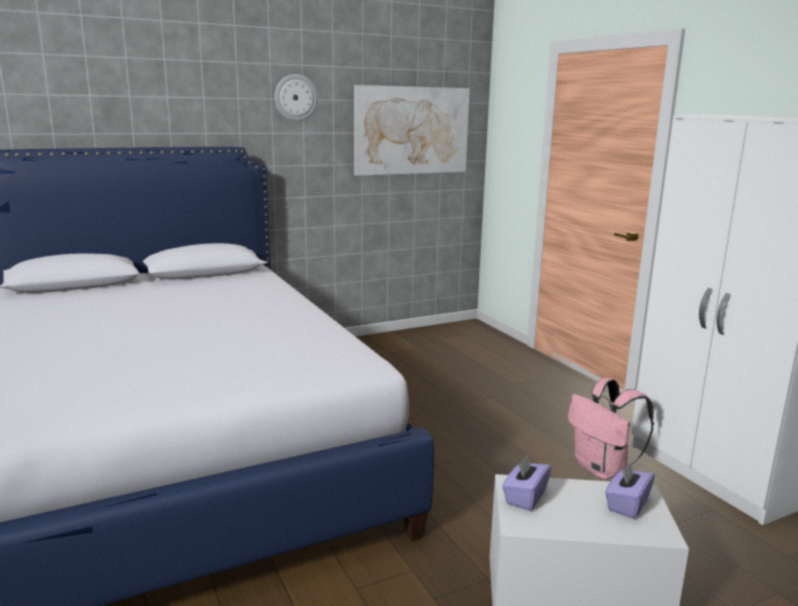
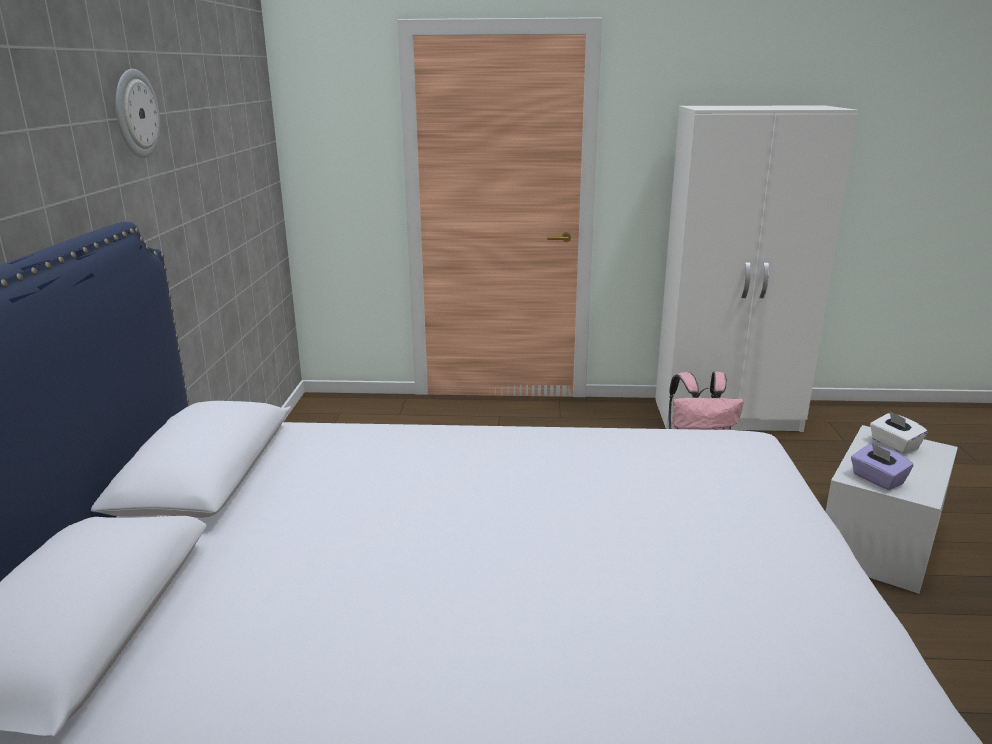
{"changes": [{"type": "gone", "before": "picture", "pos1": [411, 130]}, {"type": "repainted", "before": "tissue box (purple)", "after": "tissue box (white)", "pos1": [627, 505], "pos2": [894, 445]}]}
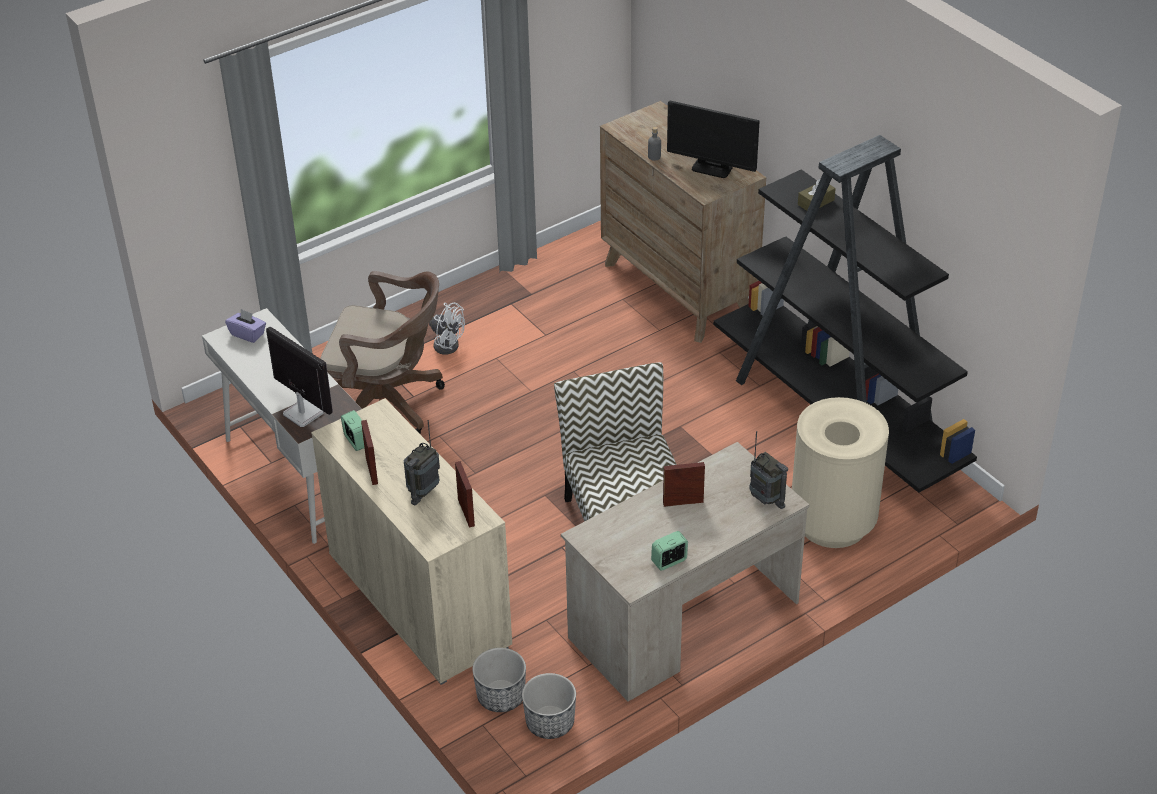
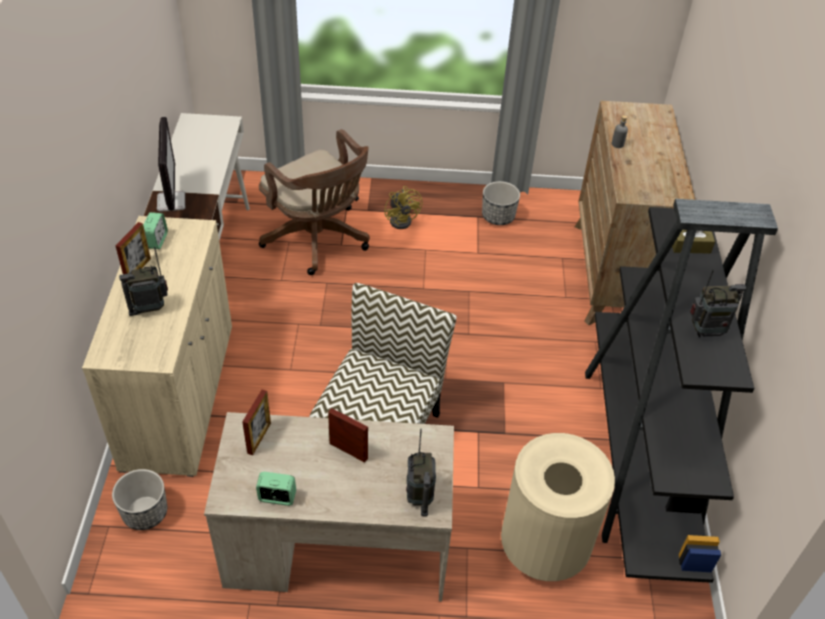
{"changes": [{"type": "gone", "before": "monitor", "pos1": [712, 168]}, {"type": "repainted", "before": "fan (white)", "after": "fan (yellow)", "pos1": [445, 343], "pos2": [403, 219]}, {"type": "gone", "before": "tissue box (purple)", "pos1": [248, 334]}, {"type": "shifted", "before": "picture frame", "pos1": [466, 512], "pos2": [259, 438]}, {"type": "shifted", "before": "planter", "pos1": [549, 722], "pos2": [498, 216]}, {"type": "new", "after": "radio", "pos2": [706, 331]}]}
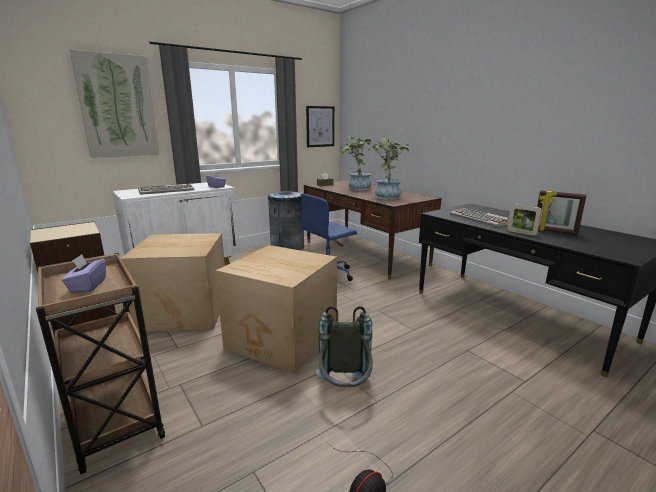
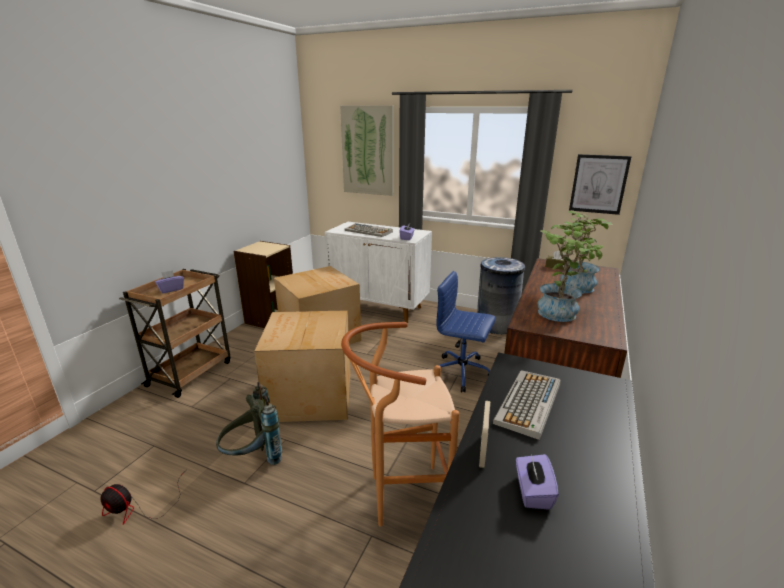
{"changes": [{"type": "swapped", "before": "picture frame", "after": "tissue box (purple)", "pos1": [555, 232], "pos2": [532, 492]}, {"type": "new", "after": "stool (brown)", "pos2": [400, 497]}]}
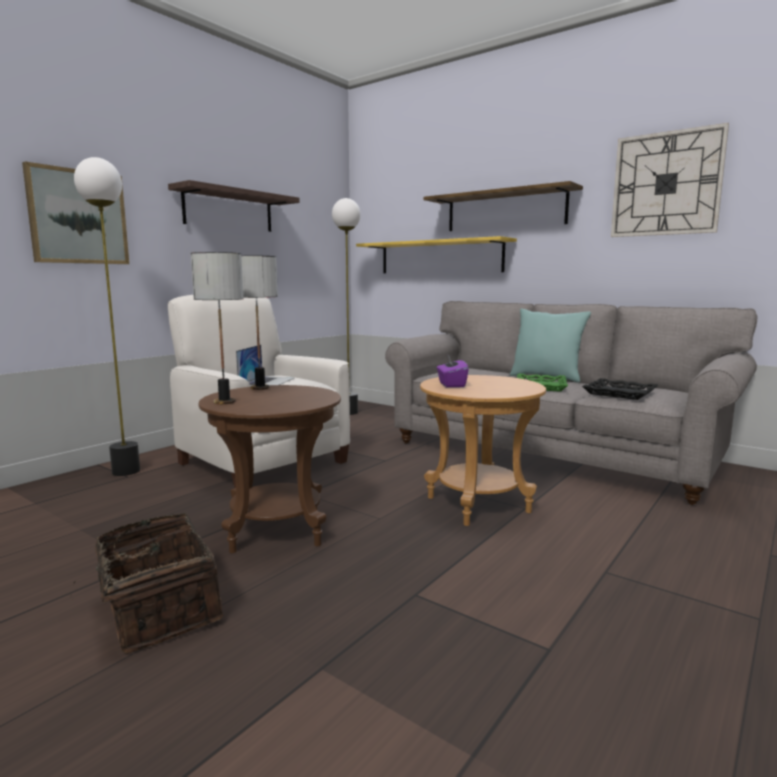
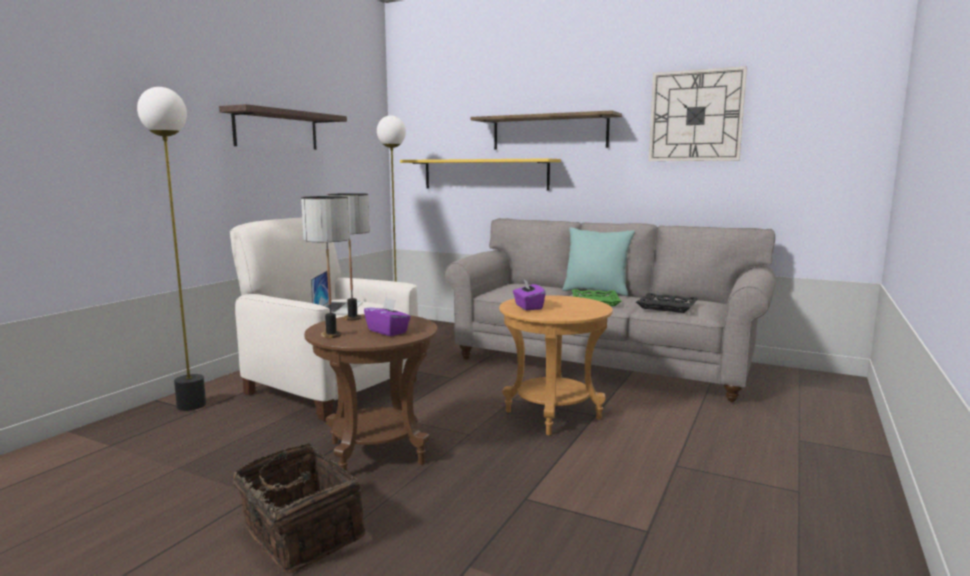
{"changes": [{"type": "gone", "before": "picture", "pos1": [78, 217]}, {"type": "new", "after": "tissue box (purple)", "pos2": [388, 331]}]}
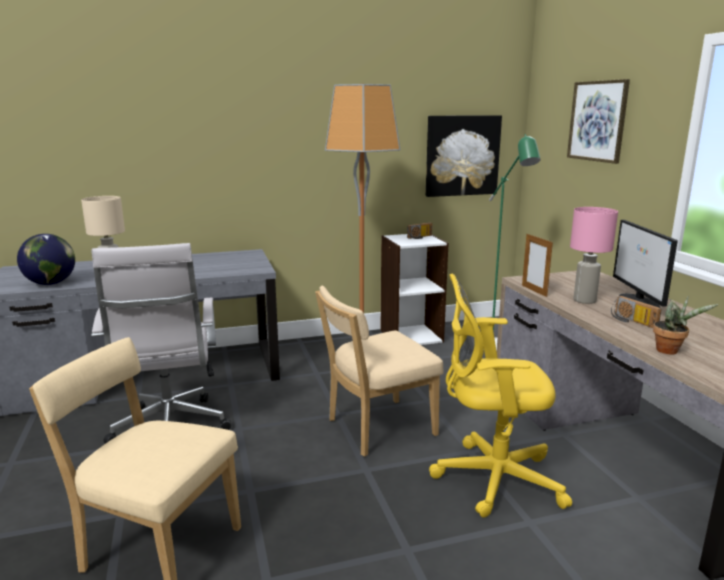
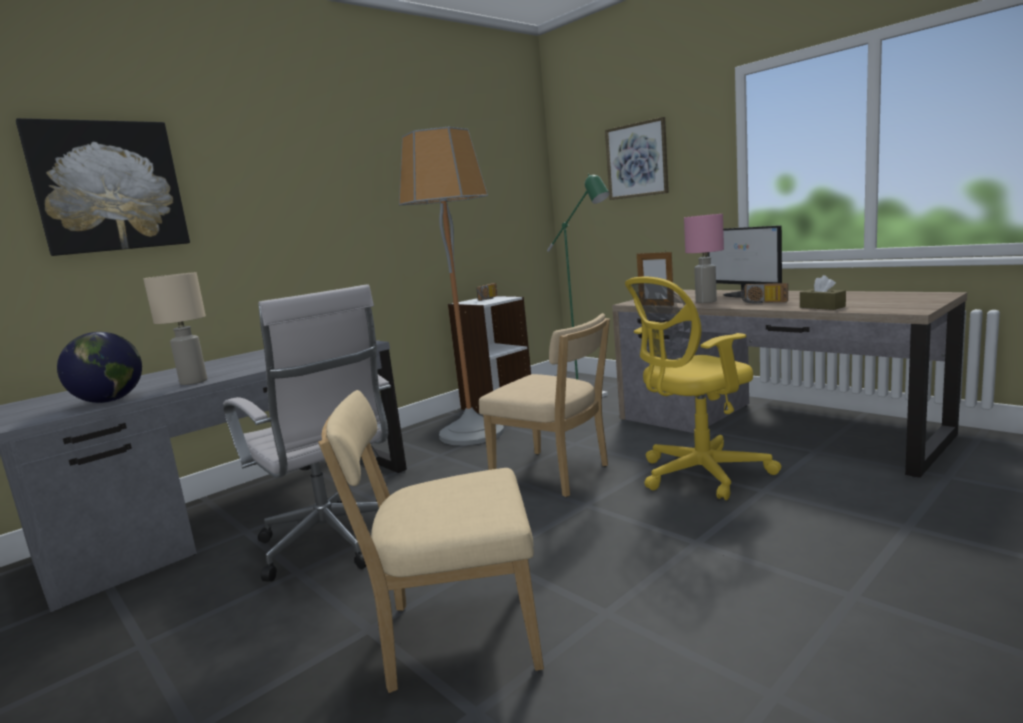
{"changes": [{"type": "shifted", "before": "picture", "pos1": [462, 155], "pos2": [108, 187]}, {"type": "rotated", "before": "chair (beige)", "pos1": [376, 428], "pos2": [555, 475], "turn": -90}, {"type": "swapped", "before": "potted plant", "after": "tissue box (brown)", "pos1": [670, 351], "pos2": [822, 307]}]}
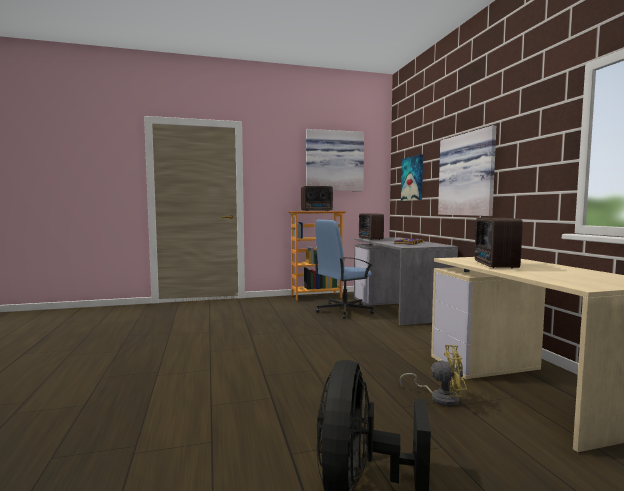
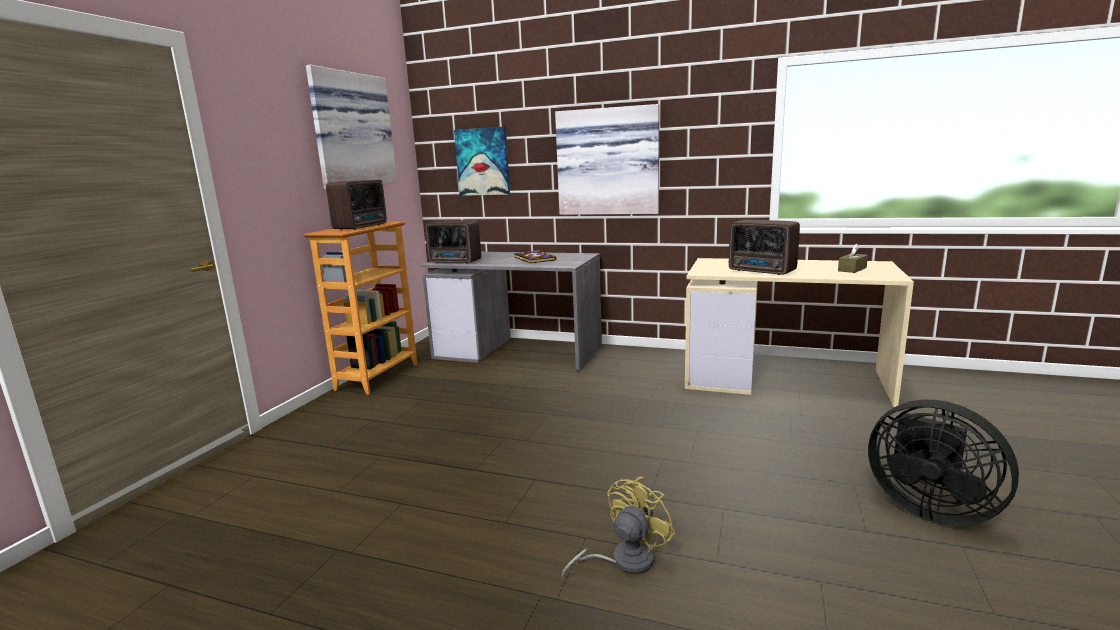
{"changes": [{"type": "gone", "before": "office chair (blue)", "pos1": [343, 311]}, {"type": "shifted", "before": "fan (yellow)", "pos1": [439, 397], "pos2": [623, 561]}, {"type": "new", "after": "tissue box (brown)", "pos2": [852, 269]}]}
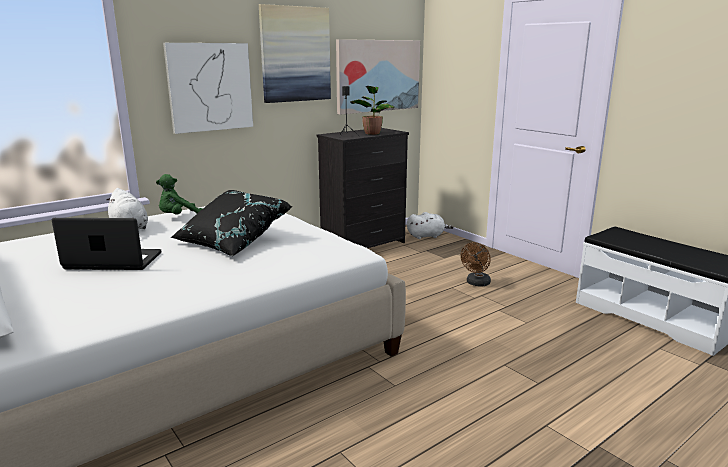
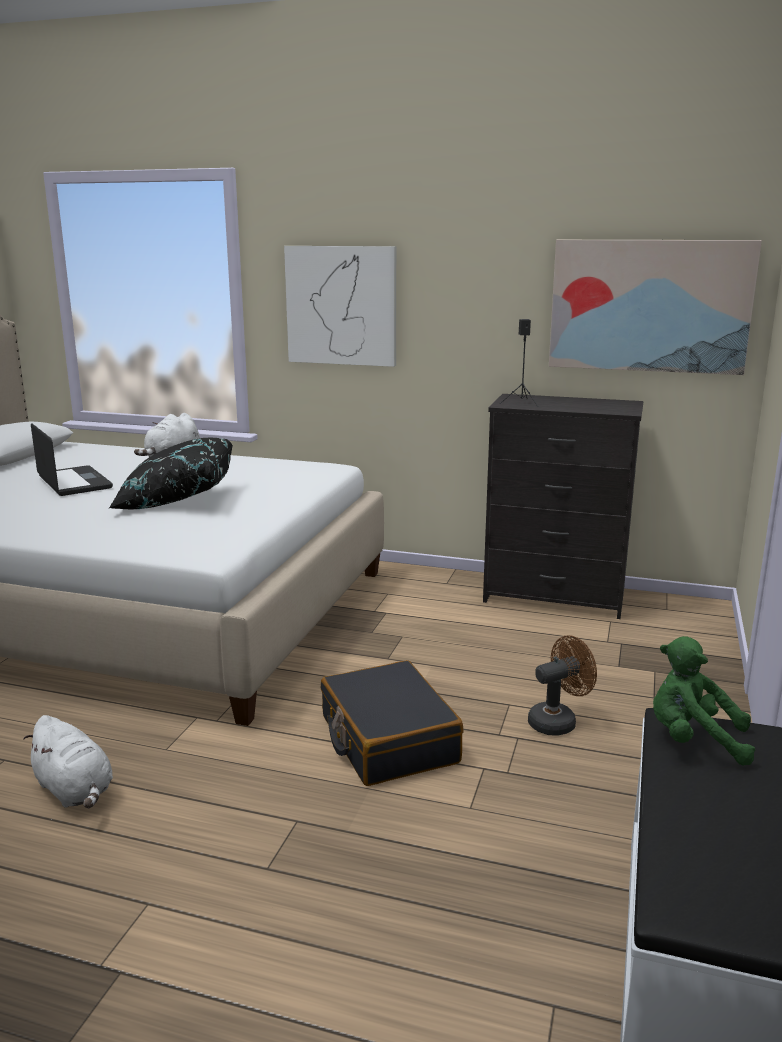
{"changes": [{"type": "gone", "before": "picture", "pos1": [295, 54]}, {"type": "gone", "before": "potted plant", "pos1": [372, 133]}, {"type": "shifted", "before": "plush toy (green)", "pos1": [179, 217], "pos2": [693, 740]}, {"type": "shifted", "before": "plush toy (white)", "pos1": [427, 236], "pos2": [75, 790]}, {"type": "rotated", "before": "fan (brown)", "pos1": [476, 283], "pos2": [558, 721], "turn": 150}, {"type": "new", "after": "suitcase (black)", "pos2": [387, 739]}]}
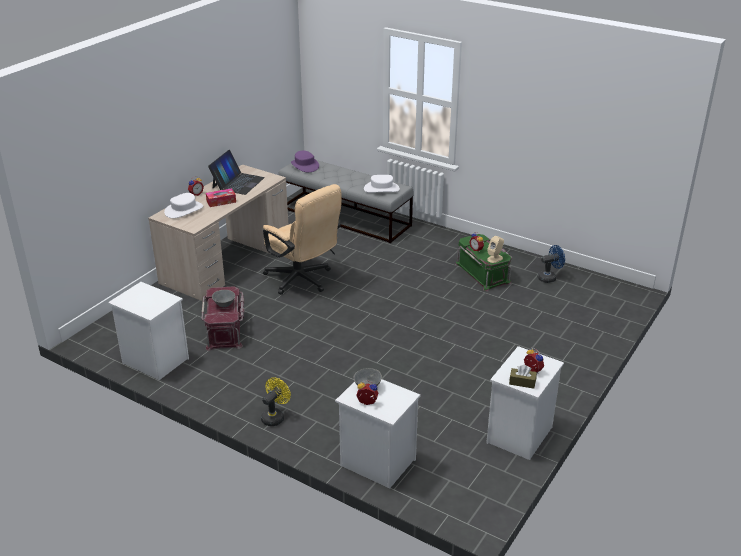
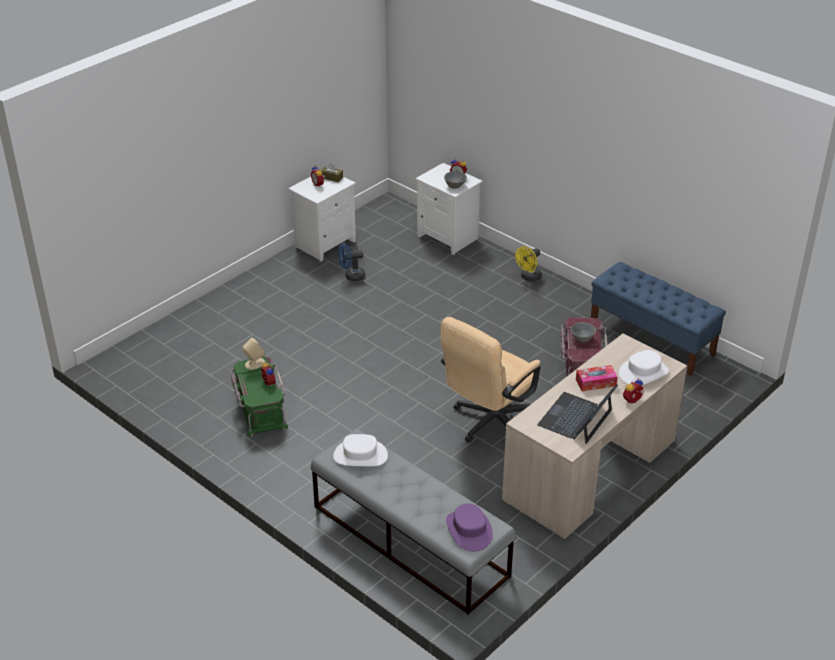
{"changes": [{"type": "rotated", "before": "office chair (beige)", "pos1": [302, 281], "pos2": [489, 423], "turn": -105}, {"type": "shifted", "before": "fan (blue)", "pos1": [549, 277], "pos2": [351, 276]}, {"type": "swapped", "before": "nightstand (white)", "after": "bench (blue)", "pos1": [153, 361], "pos2": [652, 339]}]}
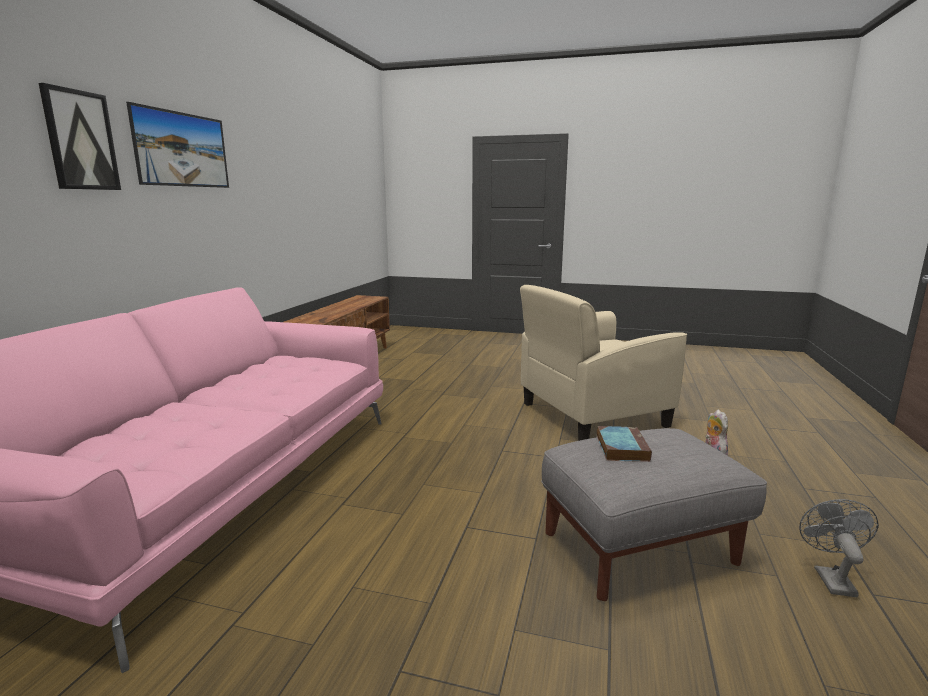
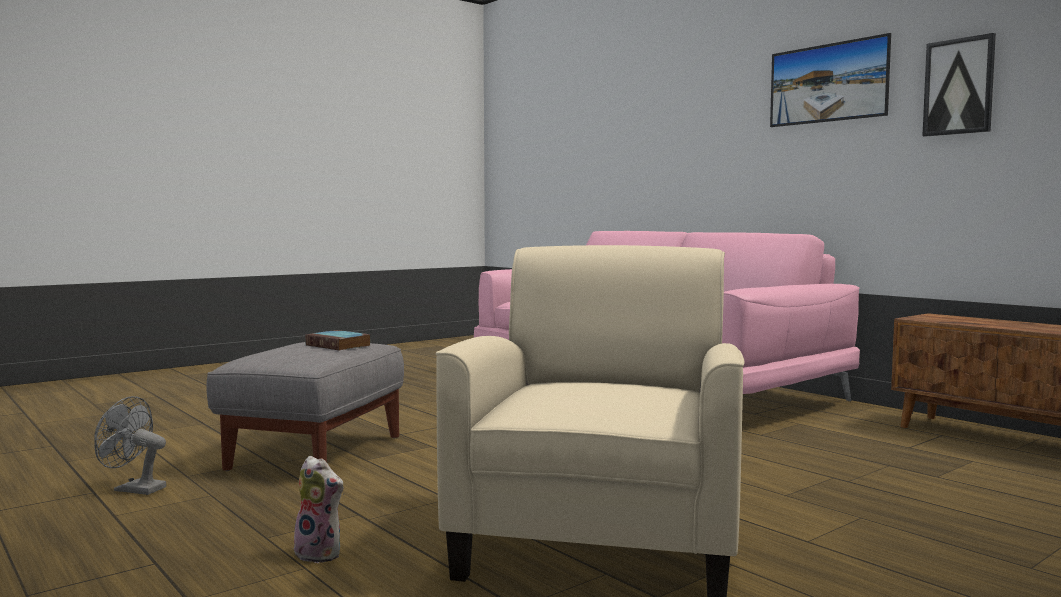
{"changes": [{"type": "shifted", "before": "picture", "pos1": [80, 140], "pos2": [959, 86]}, {"type": "rotated", "before": "fan (grey)", "pos1": [830, 578], "pos2": [133, 489], "turn": 150}]}
